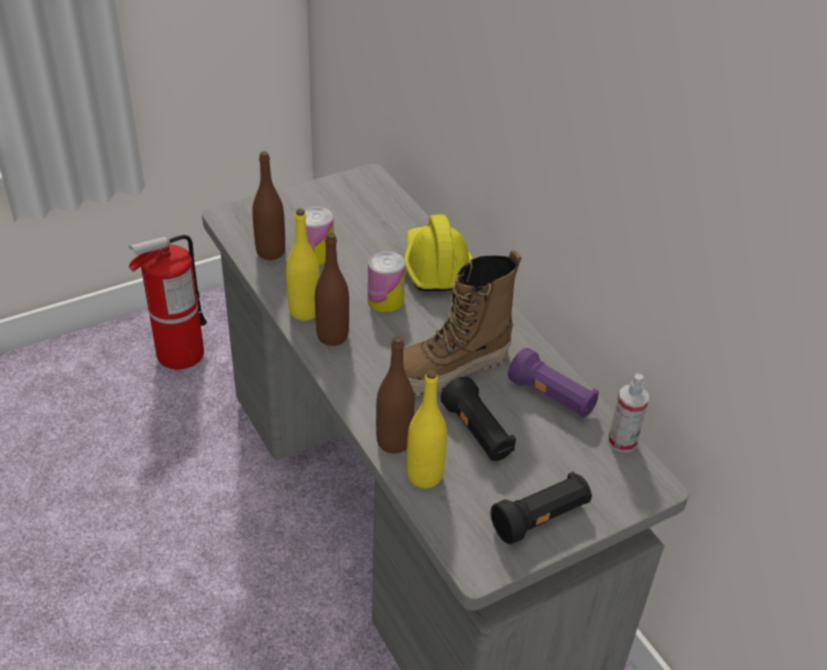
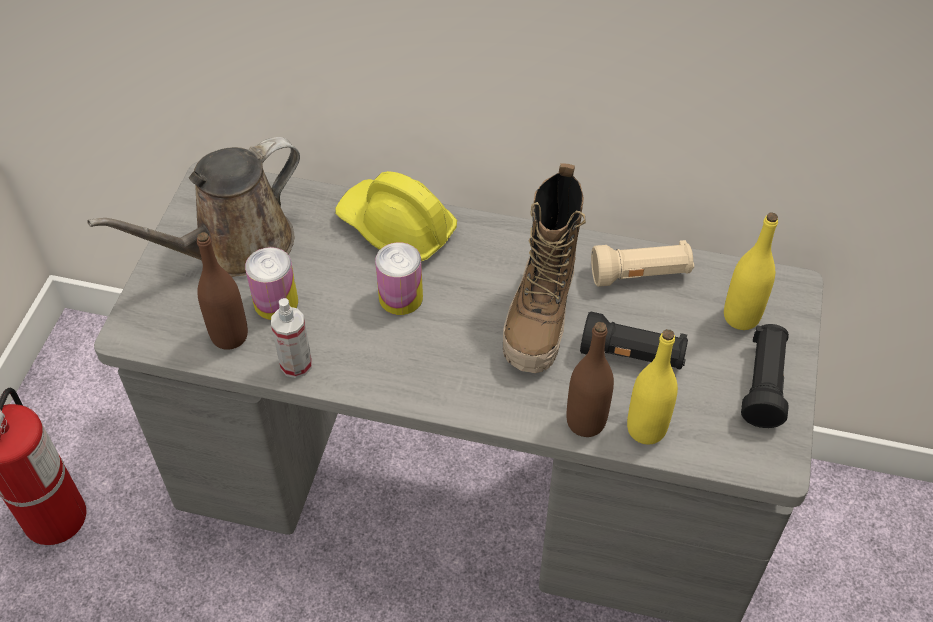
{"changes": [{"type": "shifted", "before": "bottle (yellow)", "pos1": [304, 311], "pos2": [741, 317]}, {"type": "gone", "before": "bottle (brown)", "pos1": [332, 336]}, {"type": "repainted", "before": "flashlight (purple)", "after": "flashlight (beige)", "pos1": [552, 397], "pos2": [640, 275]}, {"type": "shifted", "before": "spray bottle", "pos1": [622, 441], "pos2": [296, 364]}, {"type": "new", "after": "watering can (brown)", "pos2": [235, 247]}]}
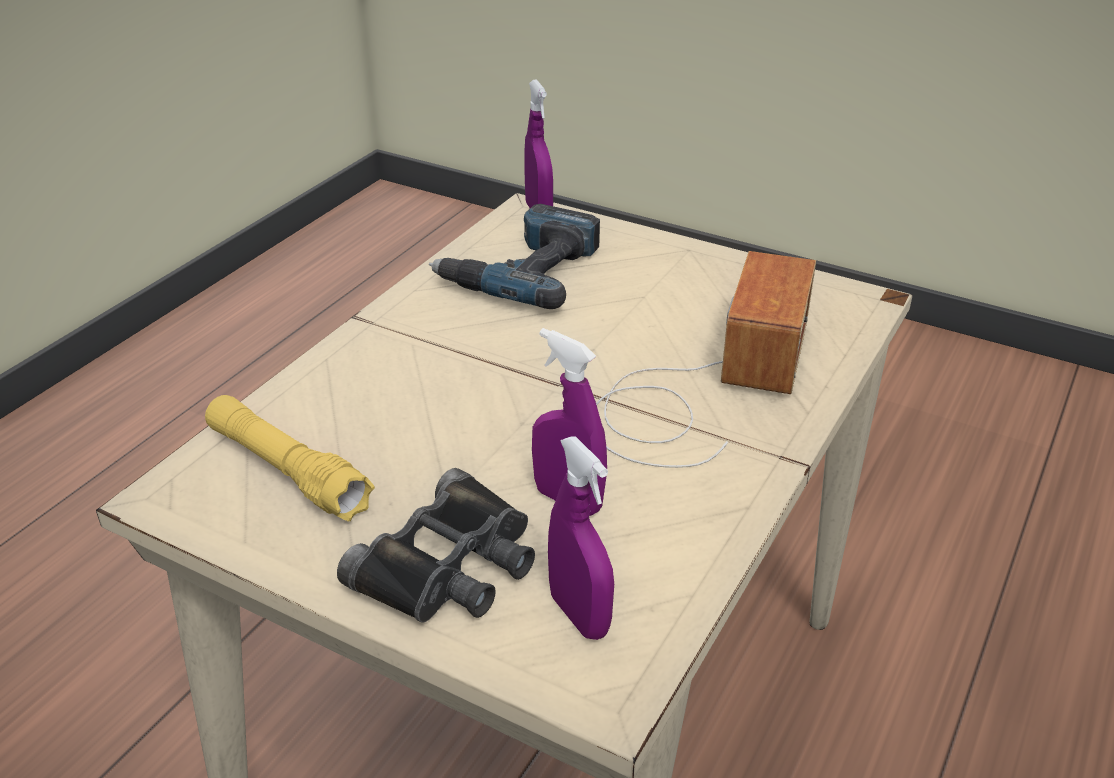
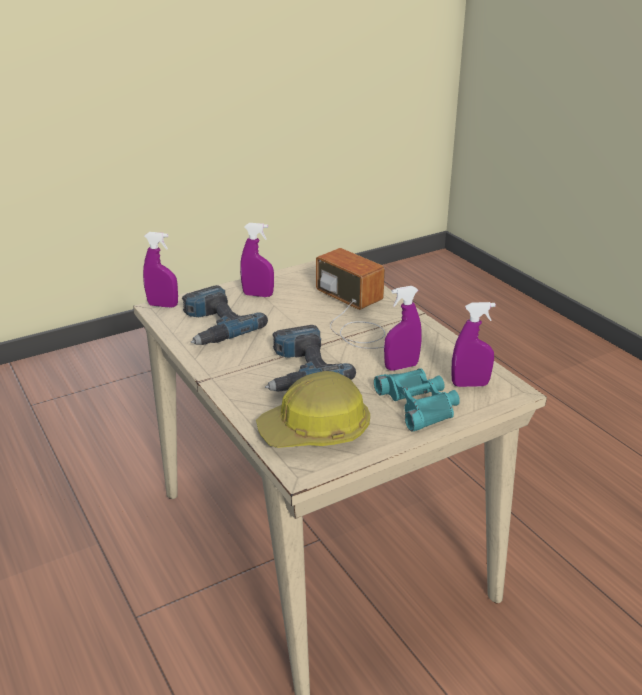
{"changes": [{"type": "swapped", "before": "flashlight (yellow)", "after": "hard hat", "pos1": [287, 471], "pos2": [316, 430]}, {"type": "repainted", "before": "binoculars (black)", "after": "binoculars (turquoise)", "pos1": [450, 565], "pos2": [419, 404]}, {"type": "new", "after": "spray bottle (purple)", "pos2": [258, 295]}, {"type": "new", "after": "power drill", "pos2": [299, 370]}]}
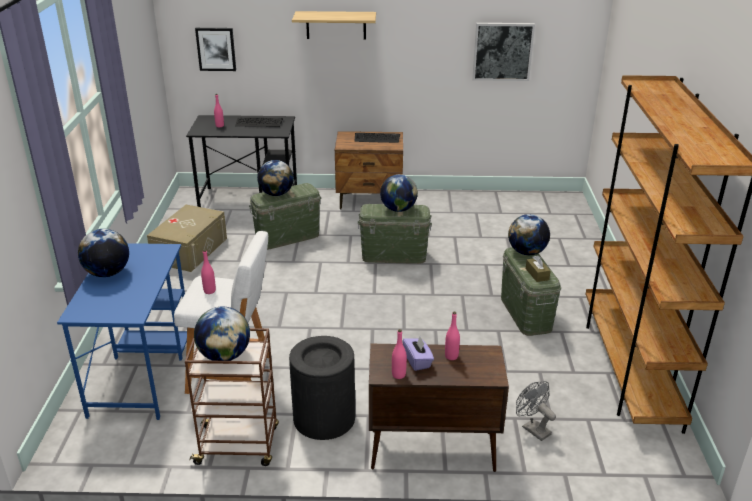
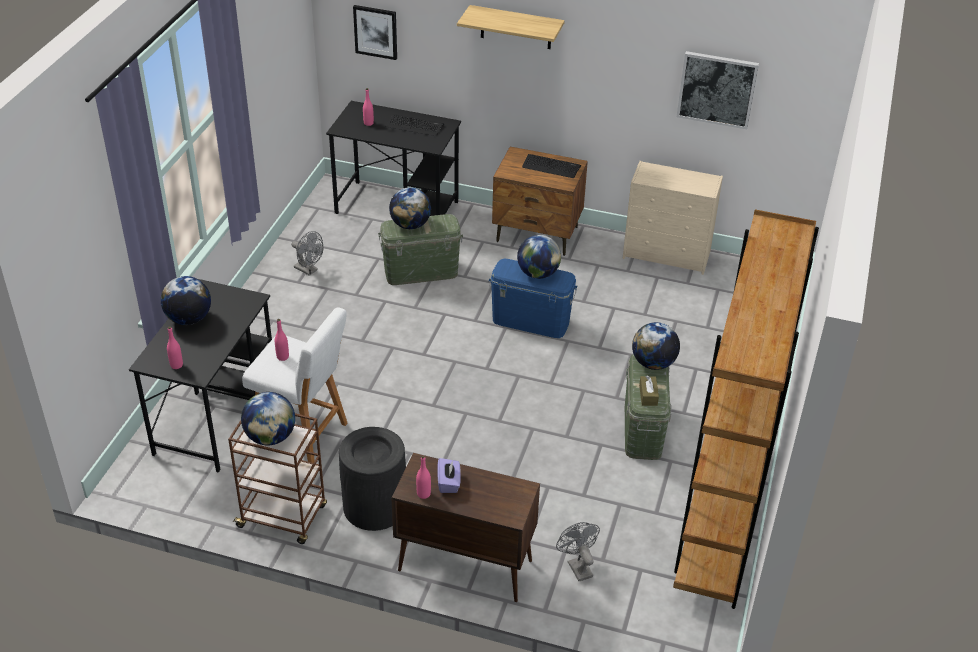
{"changes": [{"type": "repainted", "before": "storage box (green)", "after": "storage box (blue)", "pos1": [394, 255], "pos2": [531, 321]}, {"type": "swapped", "before": "storage box (beige)", "after": "fan (grey)", "pos1": [190, 250], "pos2": [309, 270]}, {"type": "repainted", "before": "desk (blue)", "after": "desk (black)", "pos1": [142, 373], "pos2": [217, 416]}, {"type": "shifted", "before": "bottle (pink)", "pos1": [451, 356], "pos2": [176, 365]}, {"type": "new", "after": "dresser (beige)", "pos2": [667, 255]}]}
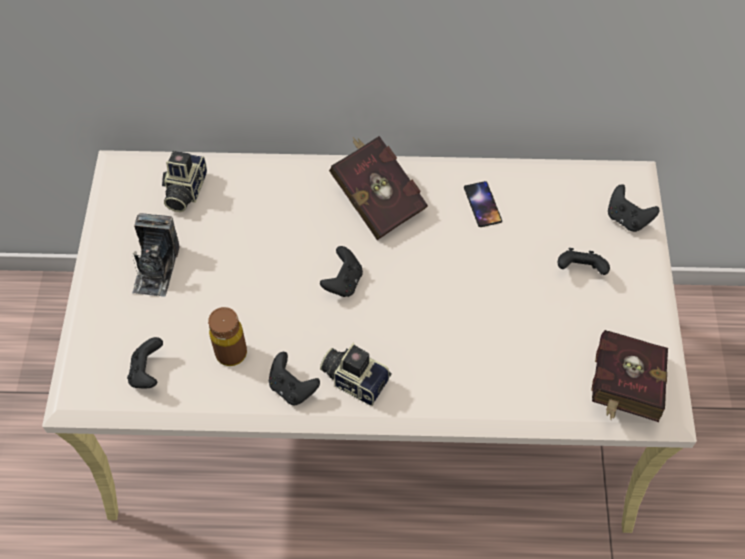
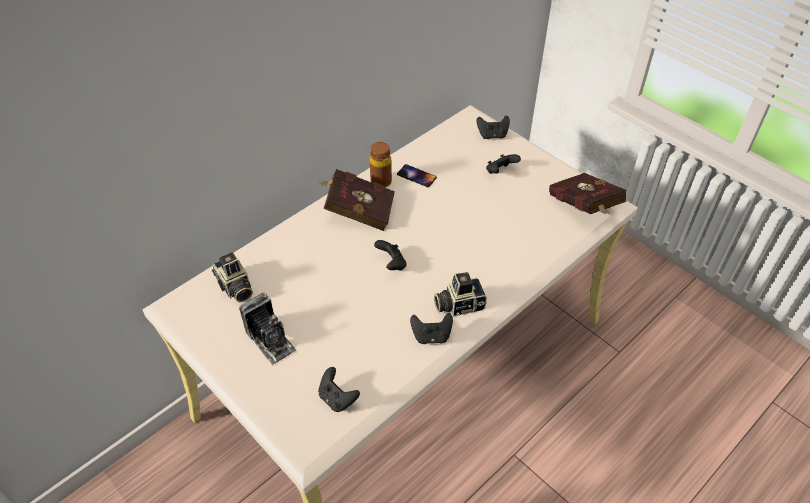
{"changes": [{"type": "shifted", "before": "bottle (brown)", "pos1": [231, 353], "pos2": [381, 182]}]}
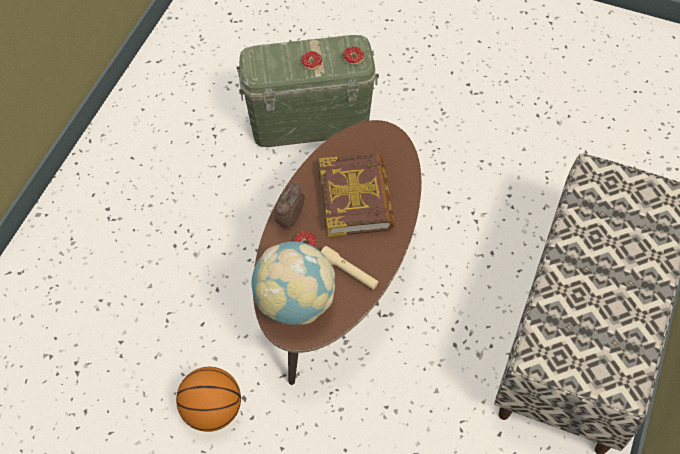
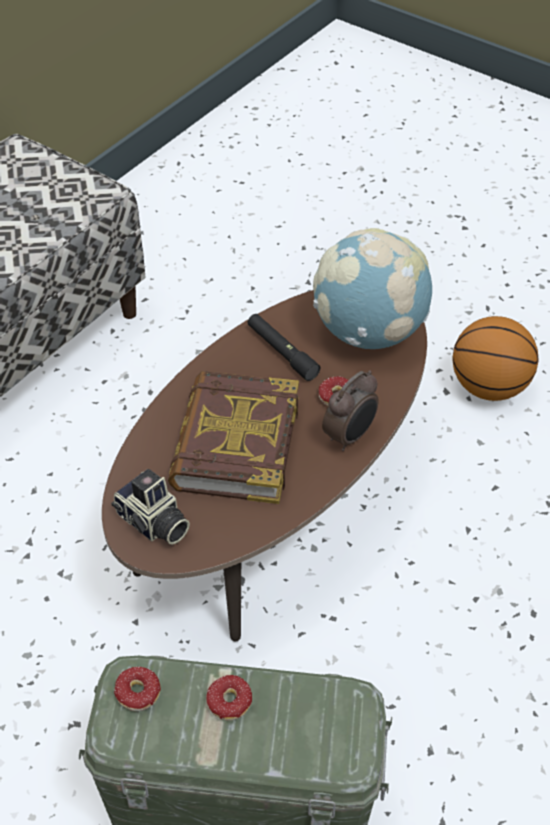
{"changes": [{"type": "repainted", "before": "flashlight (beige)", "after": "flashlight (black)", "pos1": [349, 271], "pos2": [282, 352]}, {"type": "new", "after": "photo camera", "pos2": [152, 523]}]}
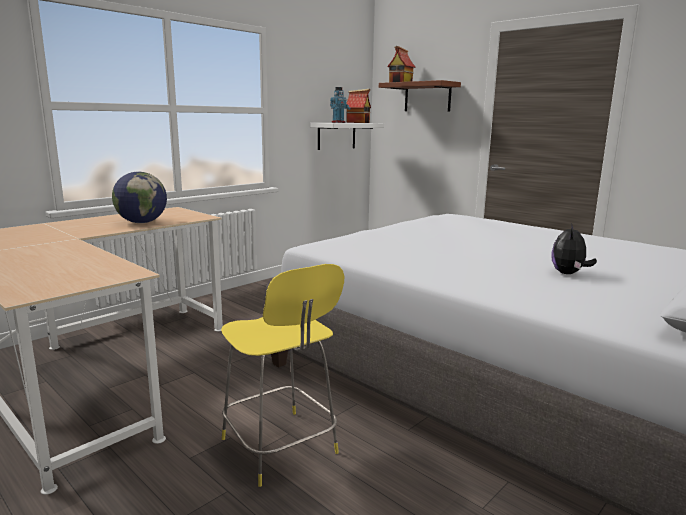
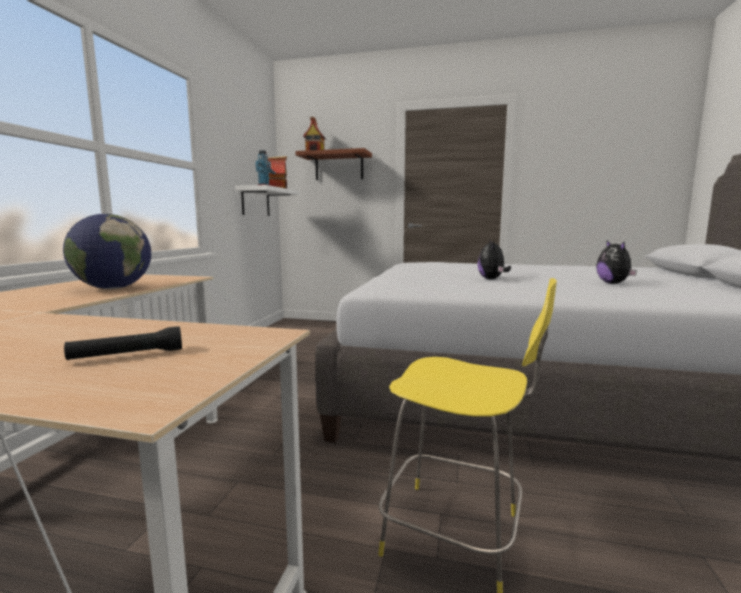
{"changes": [{"type": "new", "after": "plush toy", "pos2": [492, 279]}, {"type": "new", "after": "flashlight (black)", "pos2": [127, 355]}]}
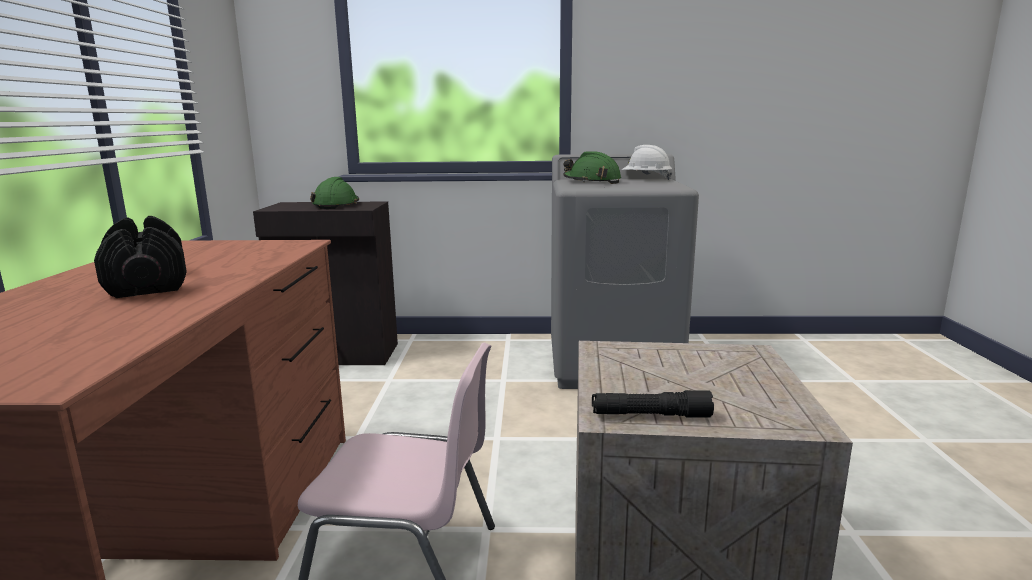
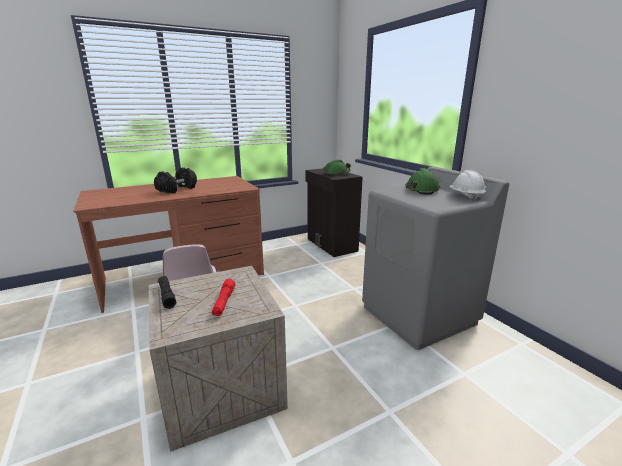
{"changes": [{"type": "new", "after": "flashlight (red)", "pos2": [224, 302]}]}
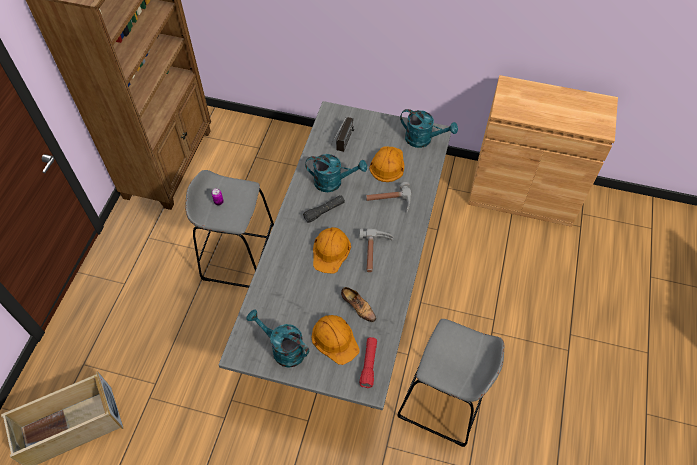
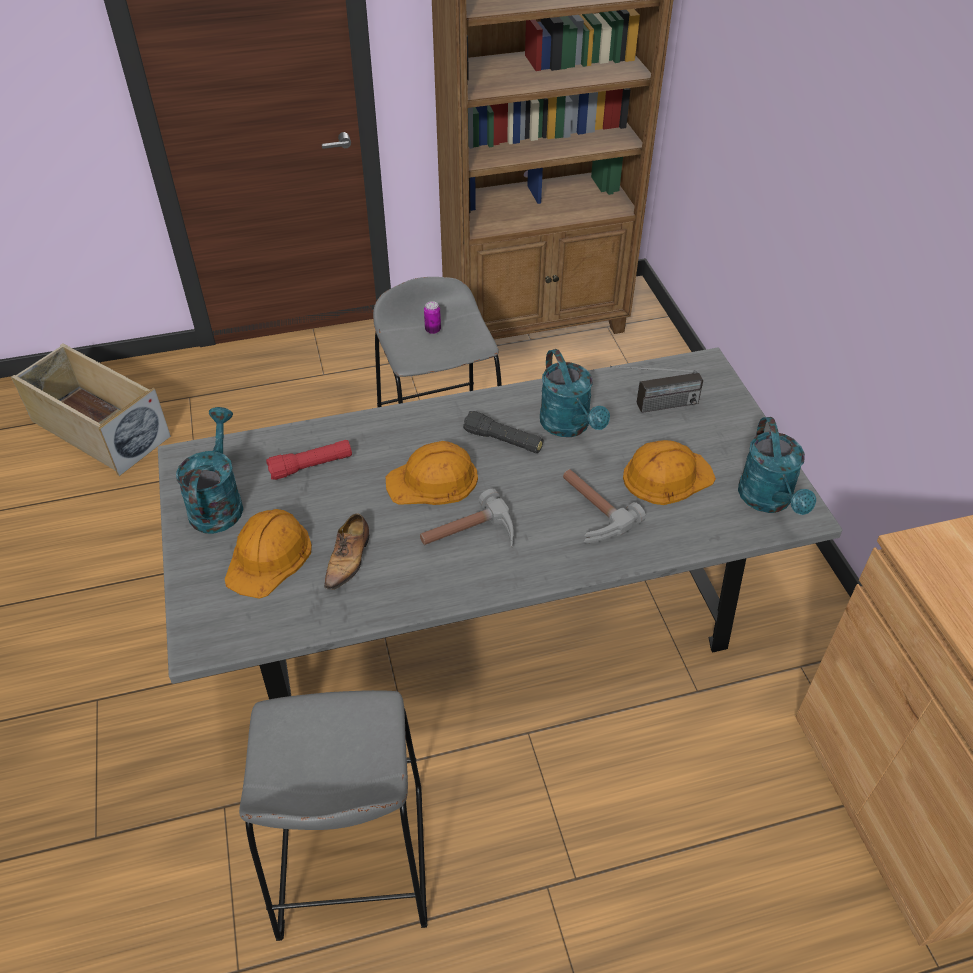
{"changes": [{"type": "shifted", "before": "flashlight (red)", "pos1": [369, 364], "pos2": [311, 466]}]}
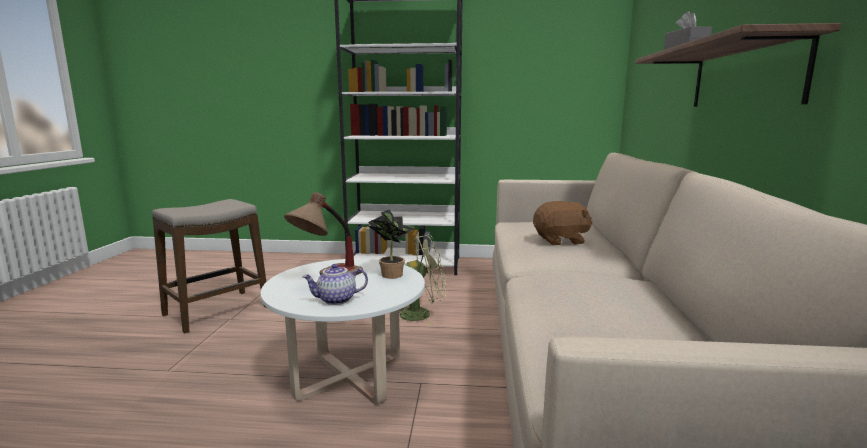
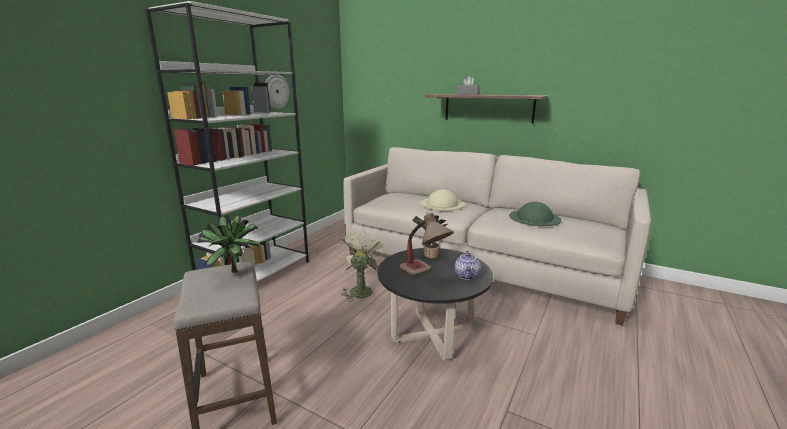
{"changes": [{"type": "swapped", "before": "plush toy (brown)", "after": "hat (beige)", "pos1": [561, 240], "pos2": [442, 203]}, {"type": "repainted", "before": "coffee table (white)", "after": "coffee table (black)", "pos1": [349, 378], "pos2": [432, 334]}, {"type": "new", "after": "wall clock", "pos2": [276, 91]}, {"type": "new", "after": "hat (green)", "pos2": [534, 217]}, {"type": "new", "after": "potted plant", "pos2": [235, 273]}]}
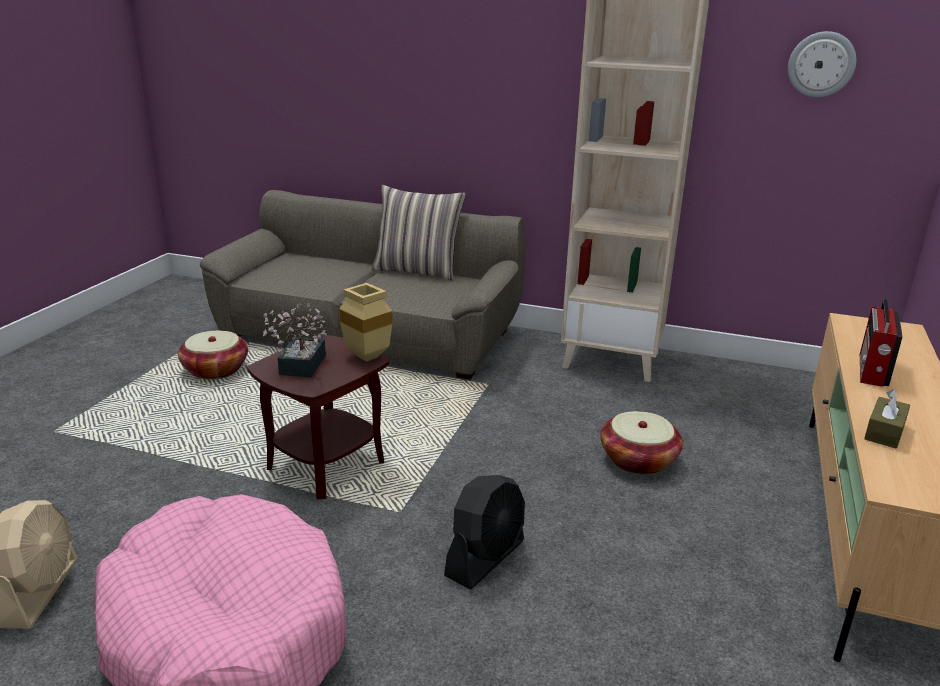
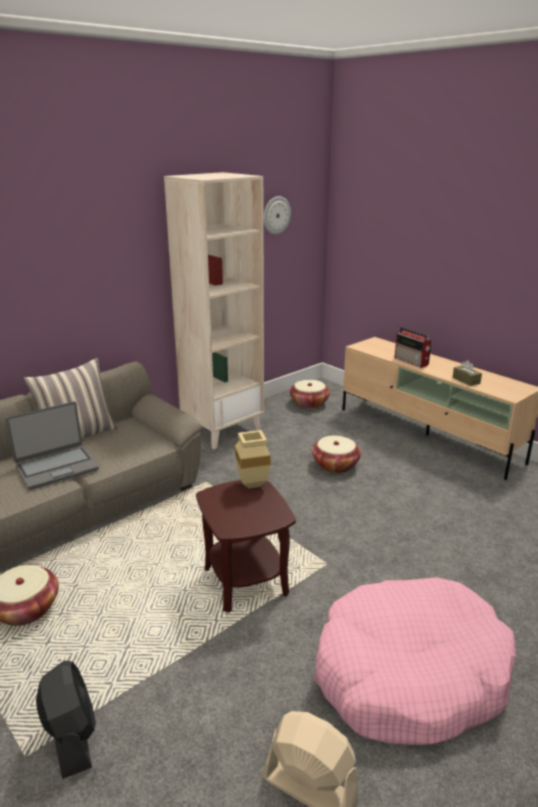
{"changes": [{"type": "gone", "before": "potted plant", "pos1": [300, 368]}, {"type": "shifted", "before": "fan (black)", "pos1": [485, 558], "pos2": [71, 736]}, {"type": "new", "after": "basket", "pos2": [309, 403]}, {"type": "new", "after": "laptop", "pos2": [57, 468]}]}
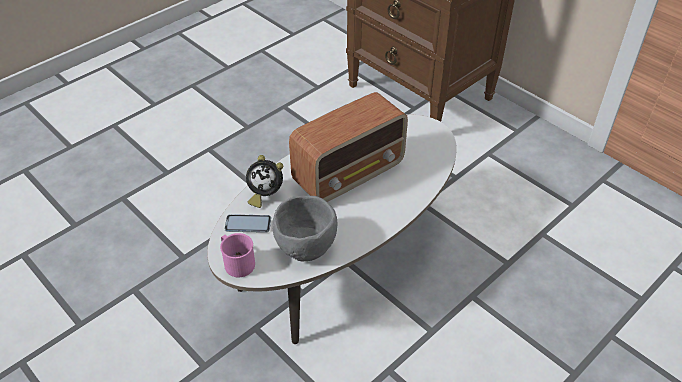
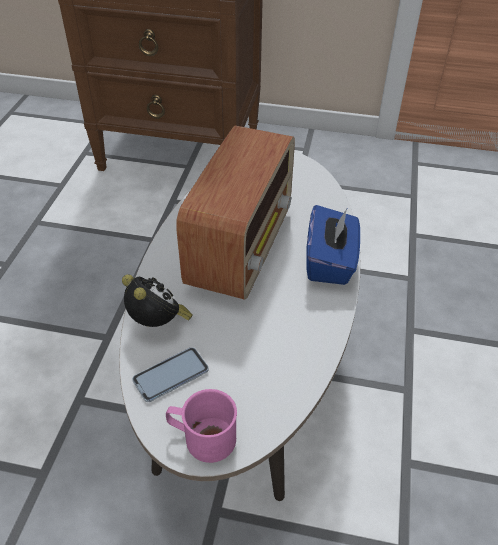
{"changes": [{"type": "rotated", "before": "alarm clock", "pos1": [264, 195], "pos2": [158, 324], "turn": -105}, {"type": "gone", "before": "bowl (grey)", "pos1": [305, 245]}, {"type": "new", "after": "tissue box (blue)", "pos2": [330, 262]}]}
